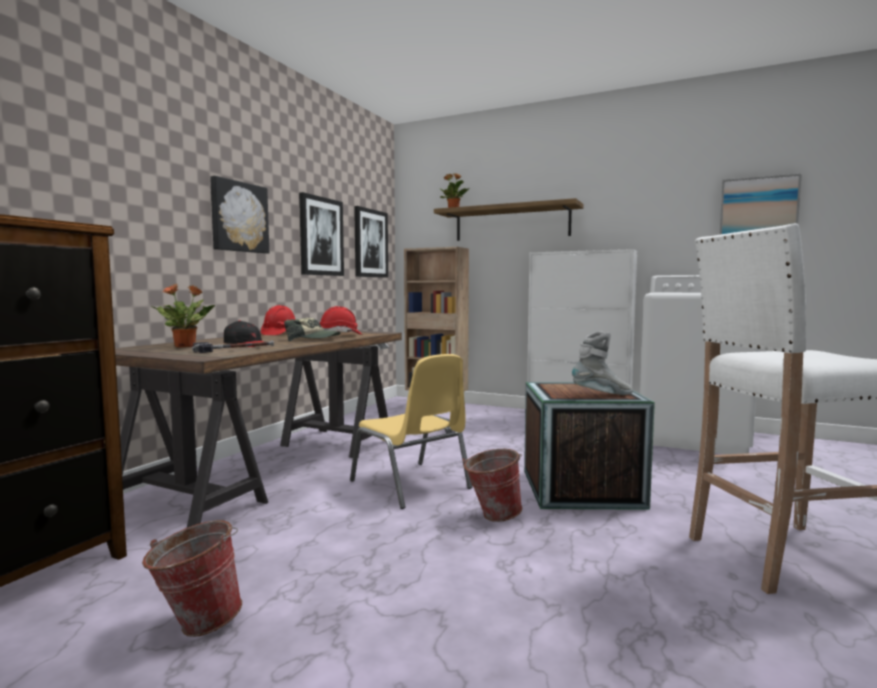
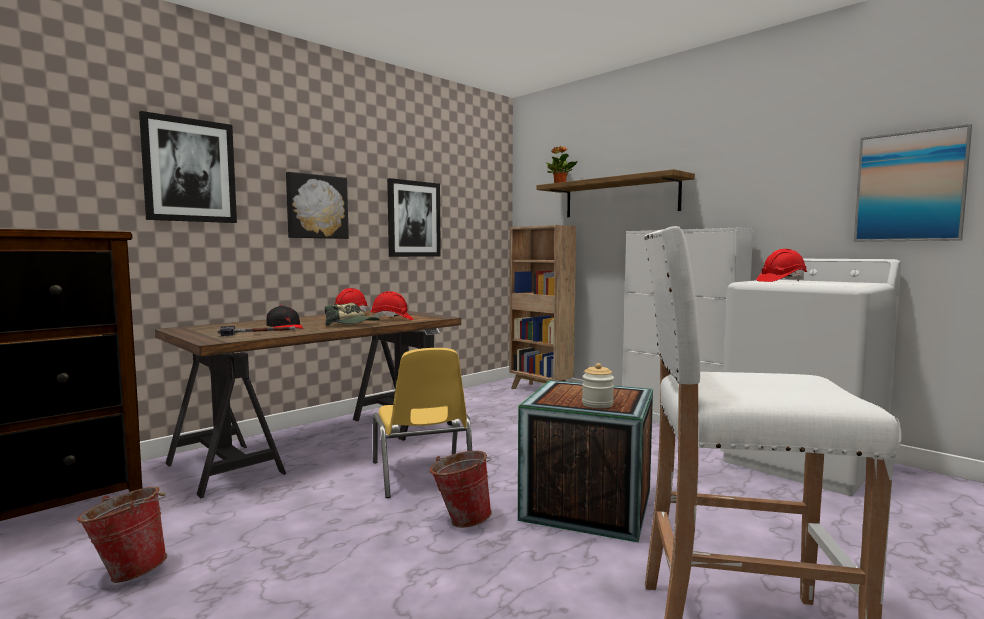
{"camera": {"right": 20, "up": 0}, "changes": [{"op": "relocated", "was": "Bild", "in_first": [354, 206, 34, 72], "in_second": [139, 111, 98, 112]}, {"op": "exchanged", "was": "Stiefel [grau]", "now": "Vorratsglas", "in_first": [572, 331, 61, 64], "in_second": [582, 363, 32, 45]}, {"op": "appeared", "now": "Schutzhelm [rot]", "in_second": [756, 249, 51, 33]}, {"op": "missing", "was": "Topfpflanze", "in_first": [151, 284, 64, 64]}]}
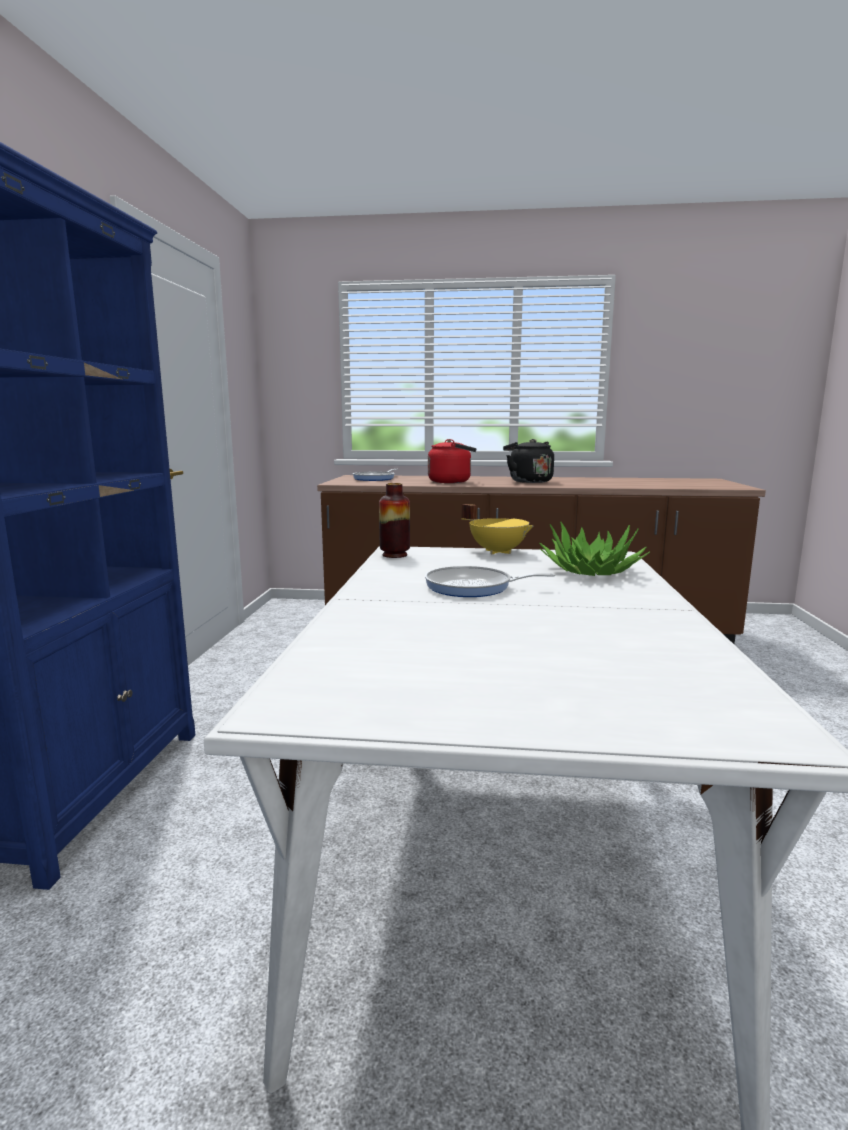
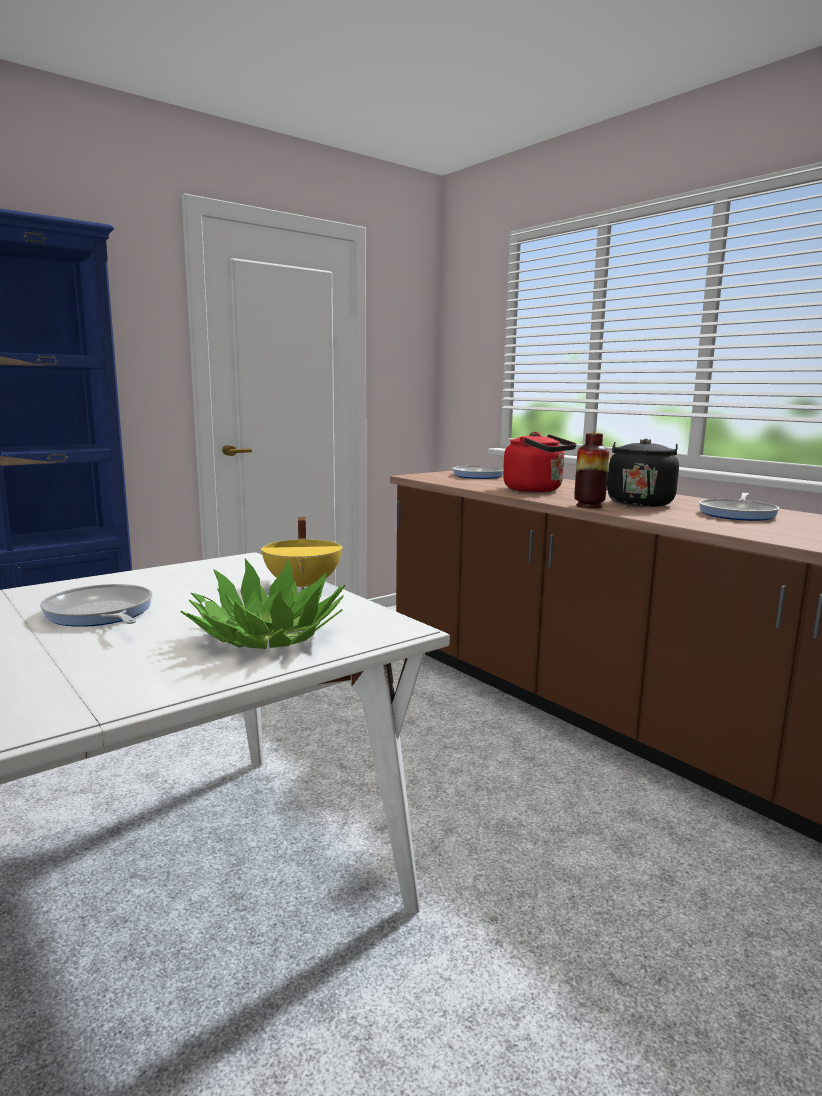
{"camera": {"right": 45, "up": 0}, "changes": [{"op": "relocated", "was": "Vase", "in_first": [379, 483, 31, 75], "in_second": [574, 433, 35, 75]}, {"op": "appeared", "now": "Pfanne", "in_second": [699, 493, 81, 28]}]}
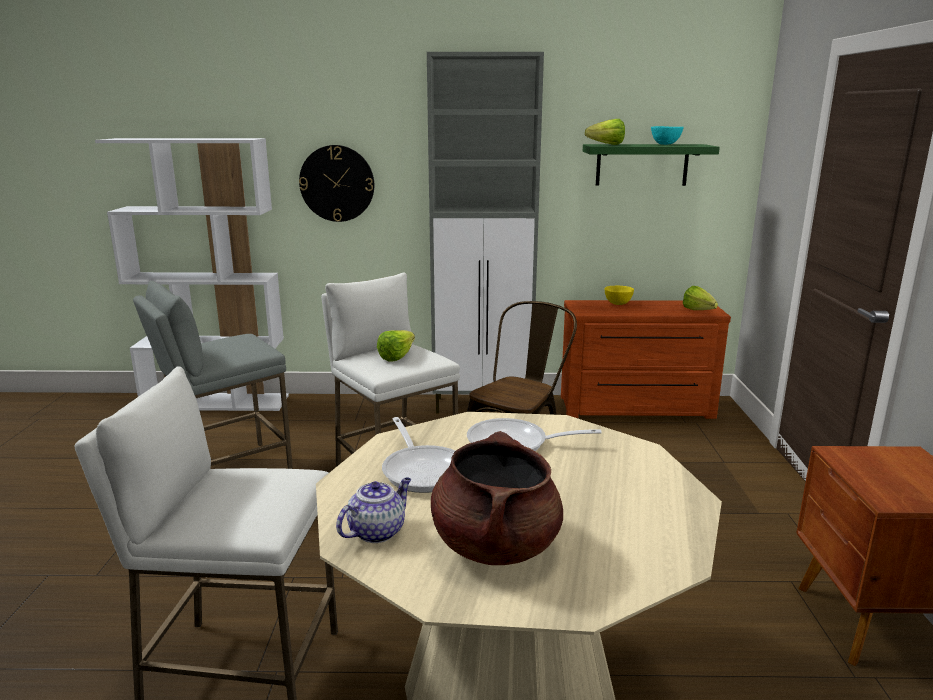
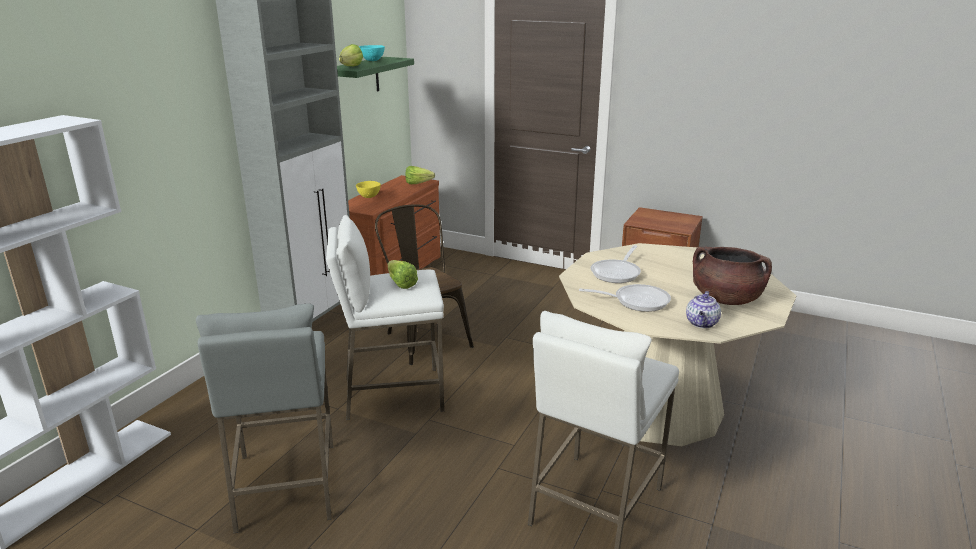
{"camera": {"right": -65, "up": 5}, "changes": [{"op": "spun", "was": "Teekanne", "in_first": [336, 477, 75, 66], "in_second": [686, 291, 35, 37], "clockwise": -135}, {"op": "missing", "was": "Wanduhr", "in_first": [299, 145, 75, 77]}]}
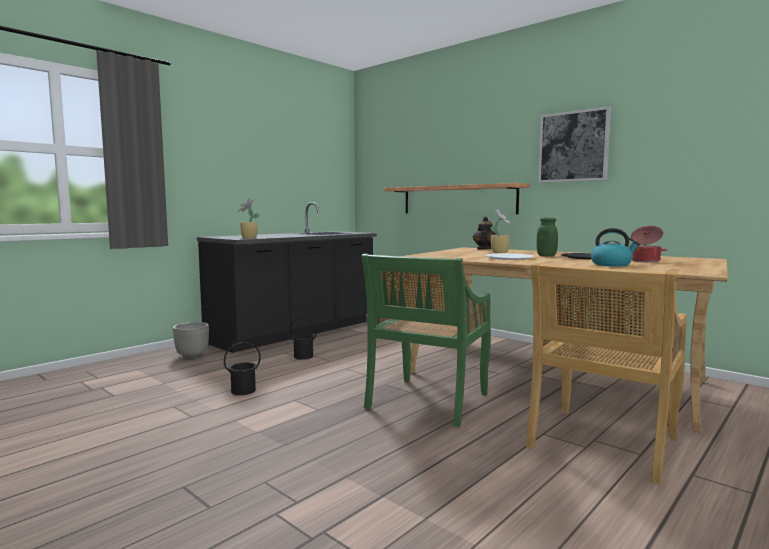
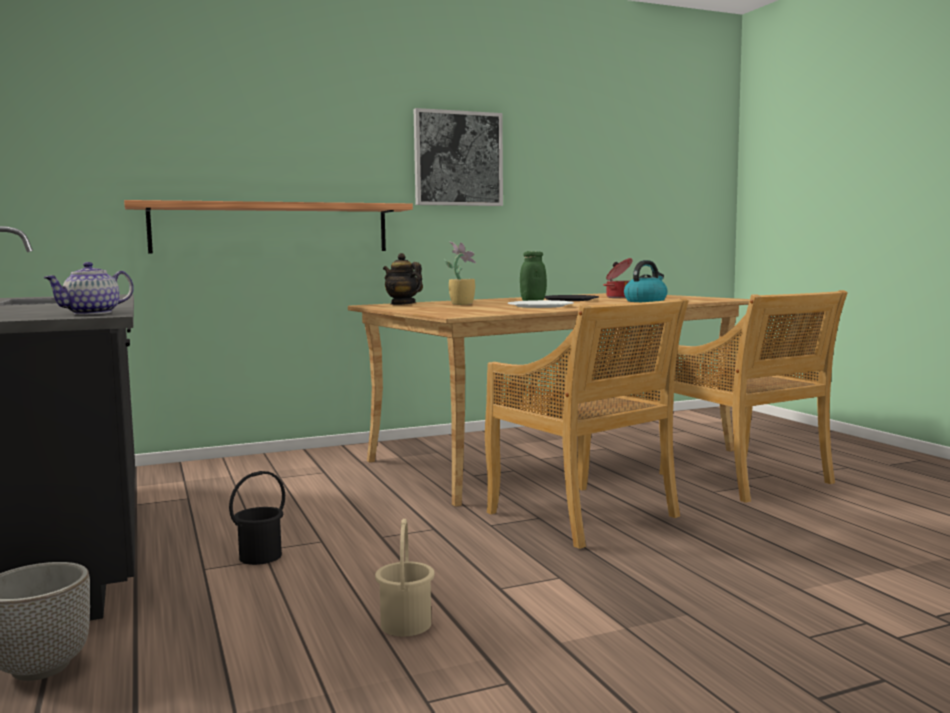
{"camera": {"right": -65, "up": 0}, "changes": [{"op": "exchanged", "was": "Topfpflanze", "now": "Teekanne", "in_first": [238, 198, 22, 40], "in_second": [43, 262, 91, 53]}, {"op": "colour", "was": "Eimer [schwarz]", "now": "Eimer [beige]", "in_first": [224, 342, 37, 53], "in_second": [375, 519, 60, 118]}, {"op": "colour", "was": "Stuhl [grün]", "now": "Stuhl [beige]", "in_first": [361, 254, 130, 173], "in_second": [485, 298, 204, 251]}]}
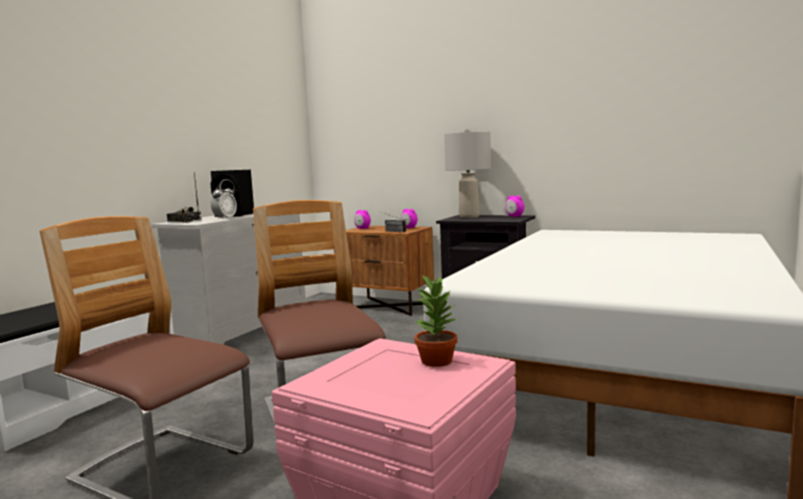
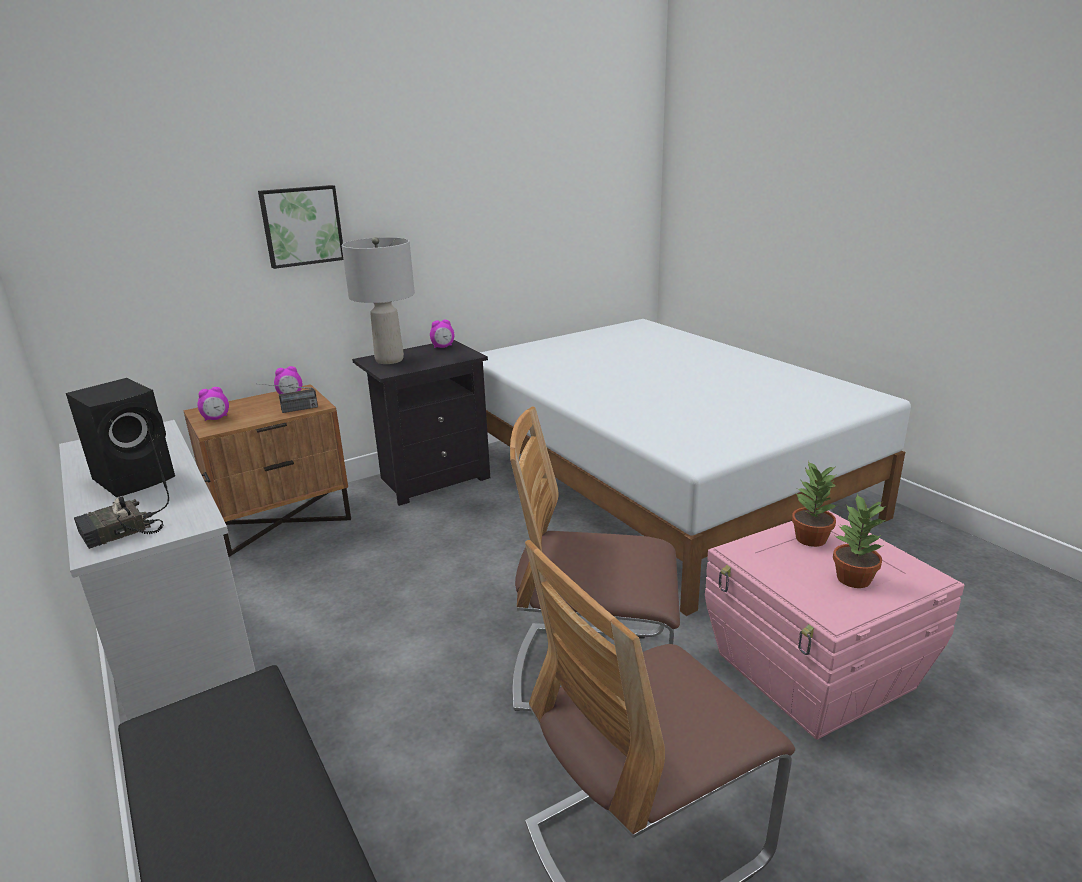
{"camera": {"right": -60, "up": 15}, "changes": [{"op": "appeared", "now": "Bild", "in_second": [258, 185, 85, 84]}, {"op": "appeared", "now": "Topfpflanze", "in_second": [833, 494, 53, 94]}, {"op": "missing", "was": "Wecker", "in_first": [211, 184, 26, 36]}]}
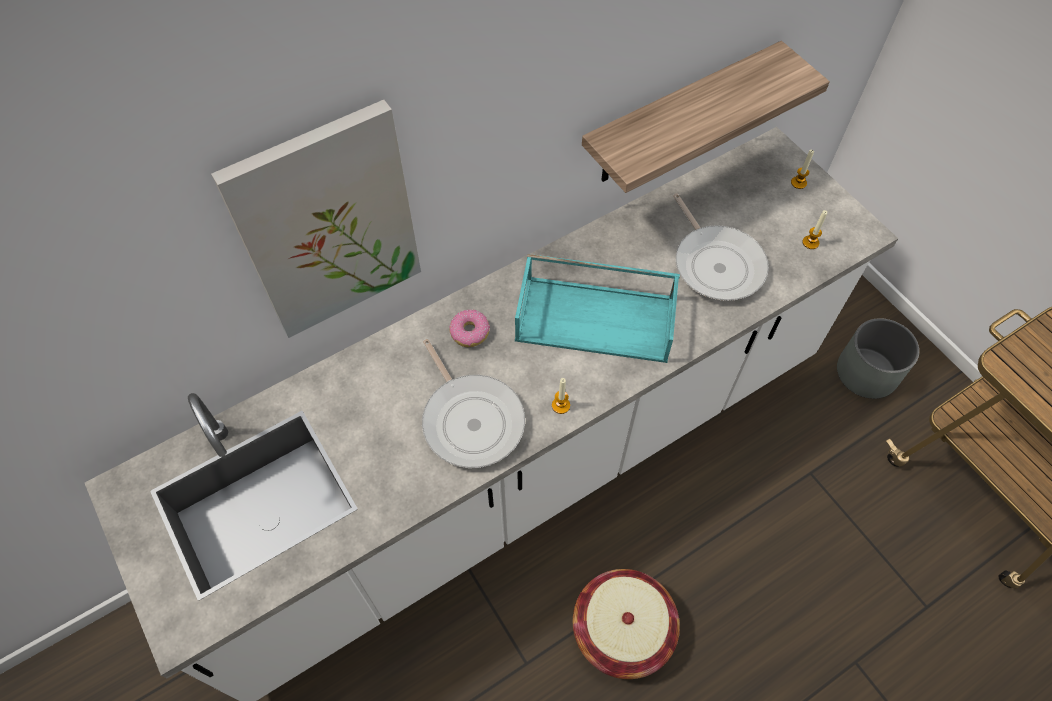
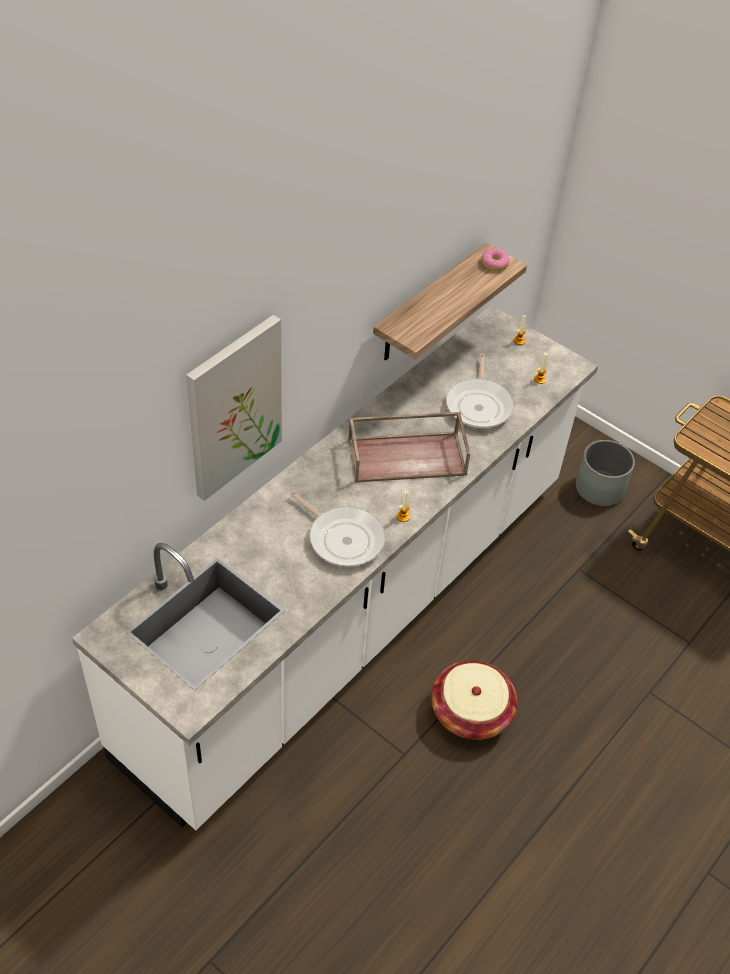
{"camera": {"right": -20, "up": -10}, "changes": [{"op": "colour", "was": "Tablett [türkis]", "now": "Tablett [braun]", "in_first": [515, 254, 165, 109], "in_second": [348, 412, 122, 70]}, {"op": "spun", "was": "Pfanne", "in_first": [673, 193, 96, 108], "in_second": [446, 354, 68, 74], "clockwise": 45}, {"op": "relocated", "was": "Donut", "in_first": [449, 310, 41, 37], "in_second": [482, 248, 28, 23]}]}
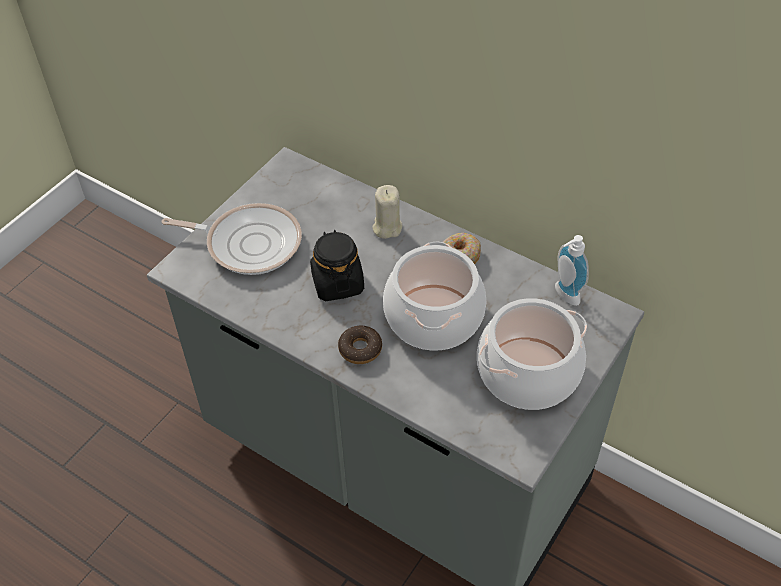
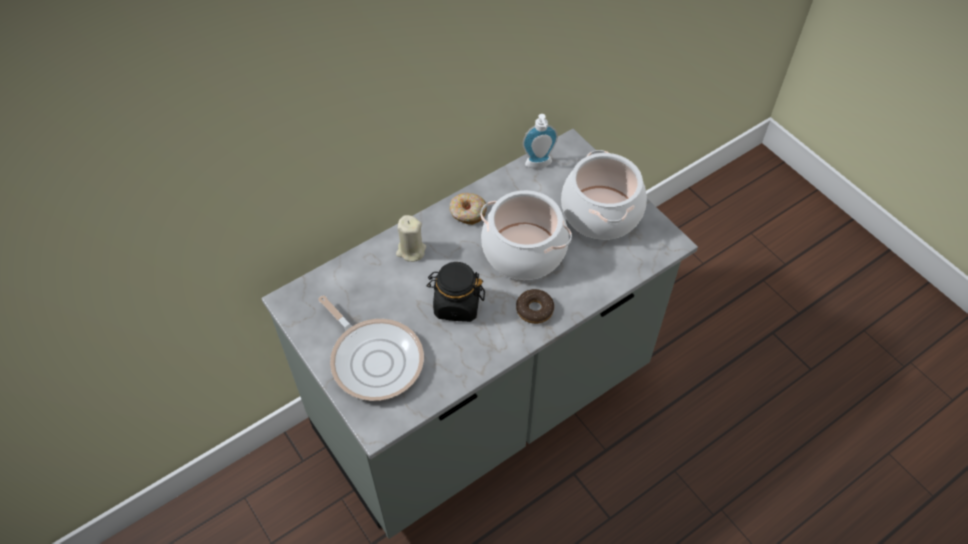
{"camera": {"right": -70, "up": 5}, "changes": [{"op": "spun", "was": "Pfanne", "in_first": [162, 203, 140, 72], "in_second": [318, 296, 106, 105], "clockwise": 105}]}
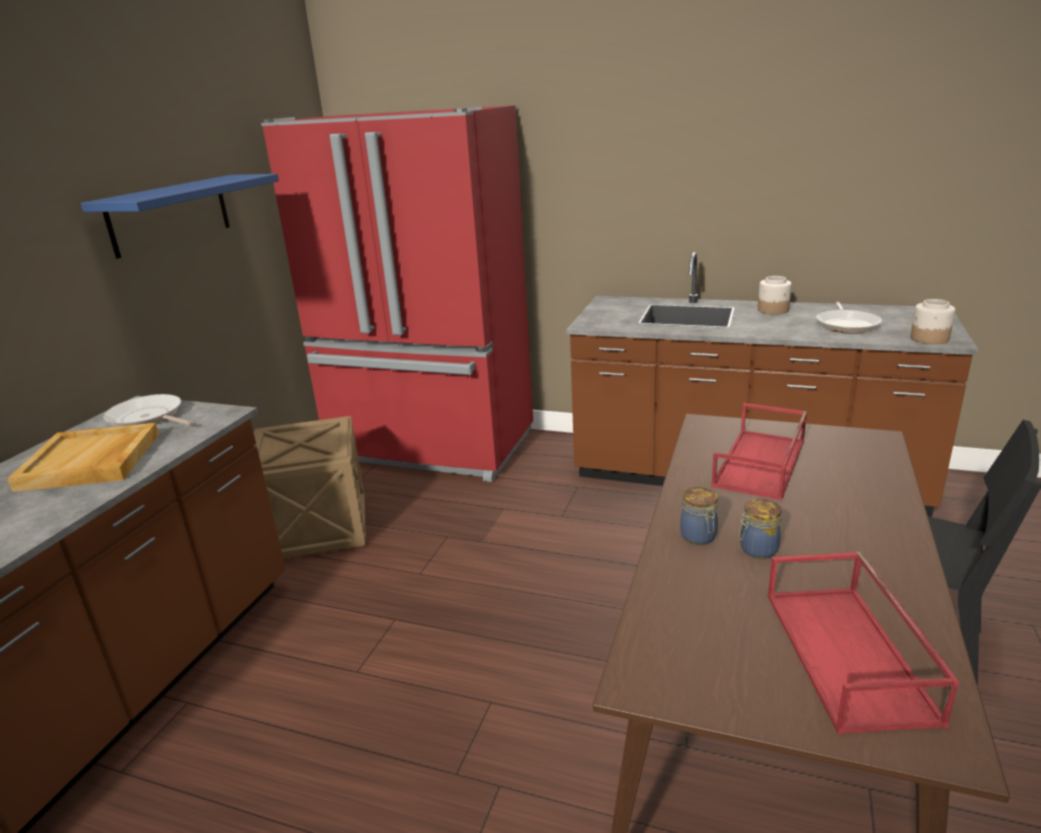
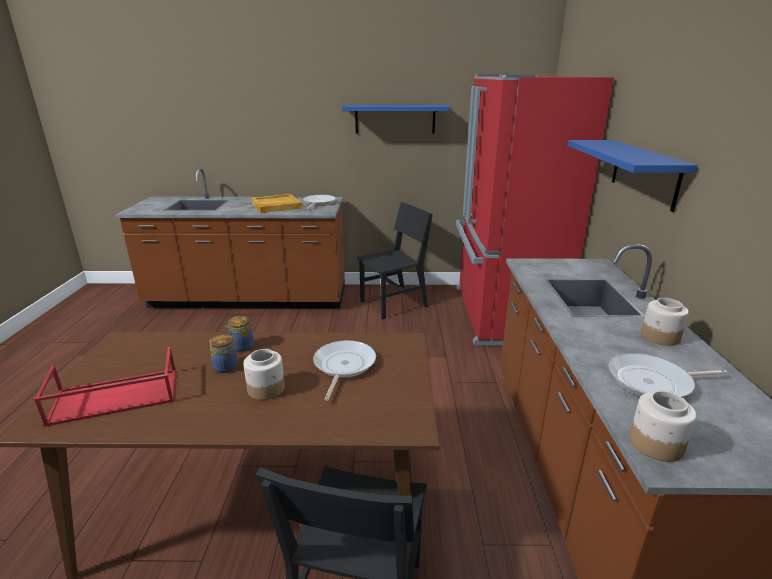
{"camera": {"right": 70, "up": 0}, "changes": [{"op": "appeared", "now": "Vorratsglas", "in_second": [243, 349, 42, 51]}, {"op": "exchanged", "was": "Tablett [rot]", "now": "Pfanne", "in_first": [711, 403, 96, 98], "in_second": [313, 340, 63, 61]}, {"op": "exchanged", "was": "Kiste", "now": "Stuhl [schwarz]", "in_first": [253, 416, 113, 143], "in_second": [357, 202, 75, 117]}, {"op": "appeared", "now": "Wandregal [blau]", "in_second": [567, 140, 131, 72]}]}
